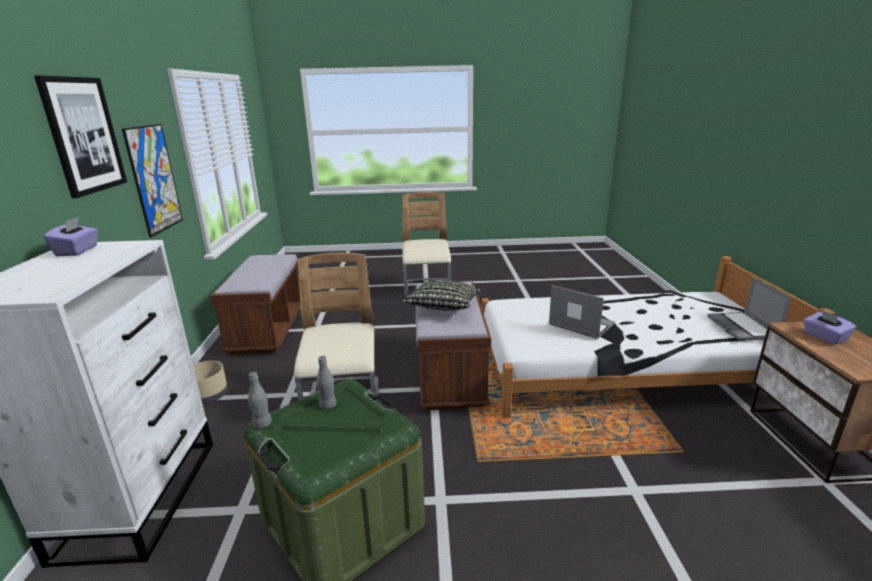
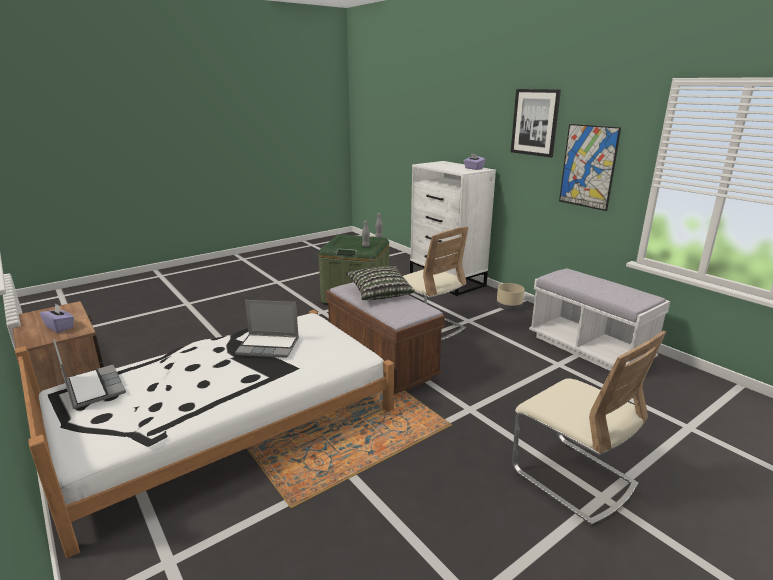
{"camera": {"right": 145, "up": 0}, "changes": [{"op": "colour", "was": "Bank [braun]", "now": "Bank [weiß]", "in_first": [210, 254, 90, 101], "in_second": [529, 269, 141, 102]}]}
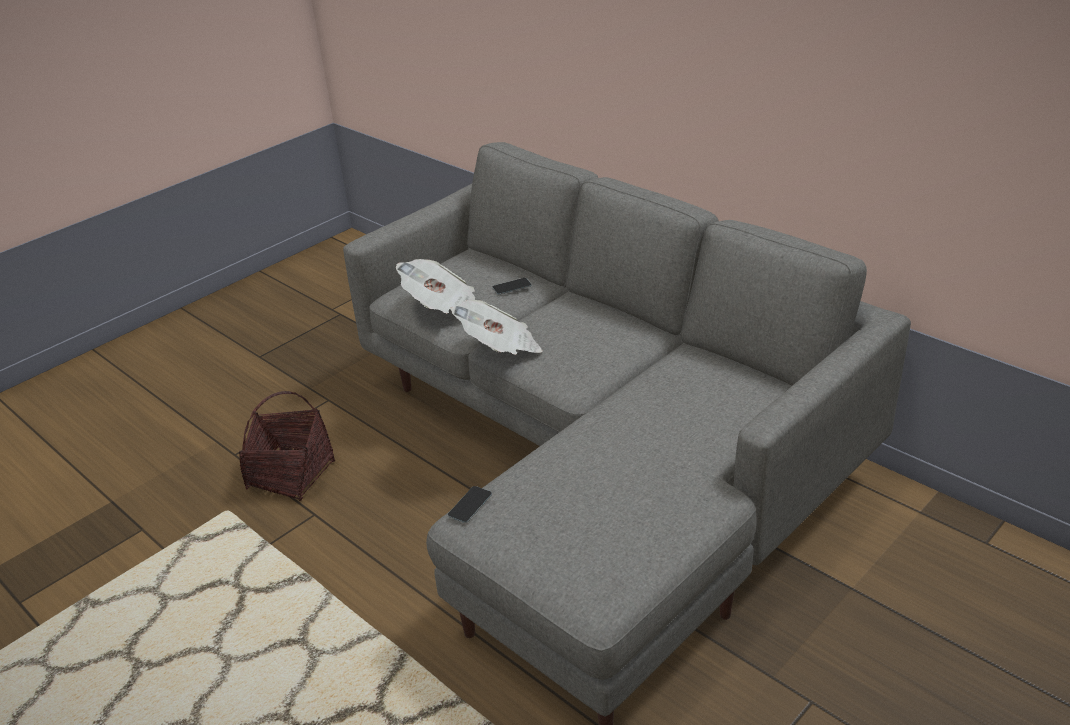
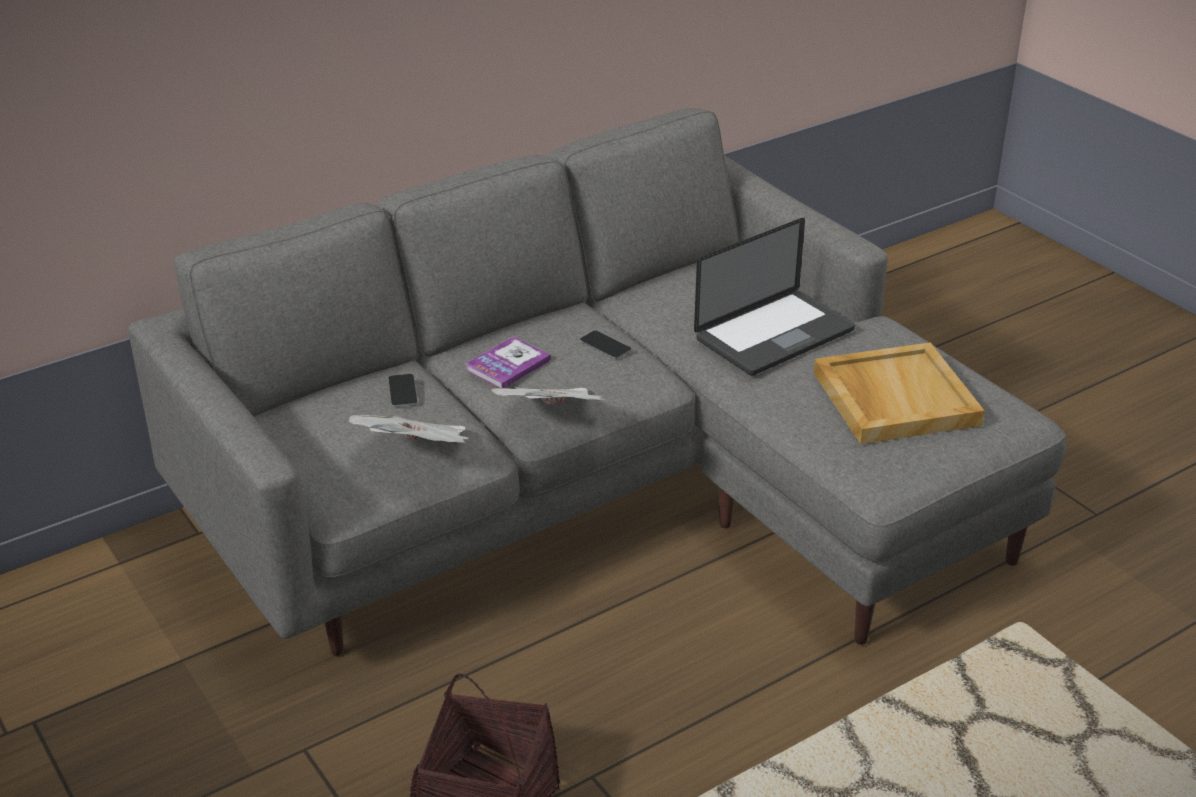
{"camera": {"right": -80, "up": 0}, "changes": [{"op": "appeared", "now": "Buch", "in_second": [465, 336, 86, 52]}, {"op": "relocated", "was": "Handy", "in_first": [448, 486, 44, 37], "in_second": [580, 331, 51, 28]}, {"op": "appeared", "now": "Laptop", "in_second": [694, 218, 161, 157]}, {"op": "appeared", "now": "Tablett [beige]", "in_second": [814, 342, 171, 102]}]}
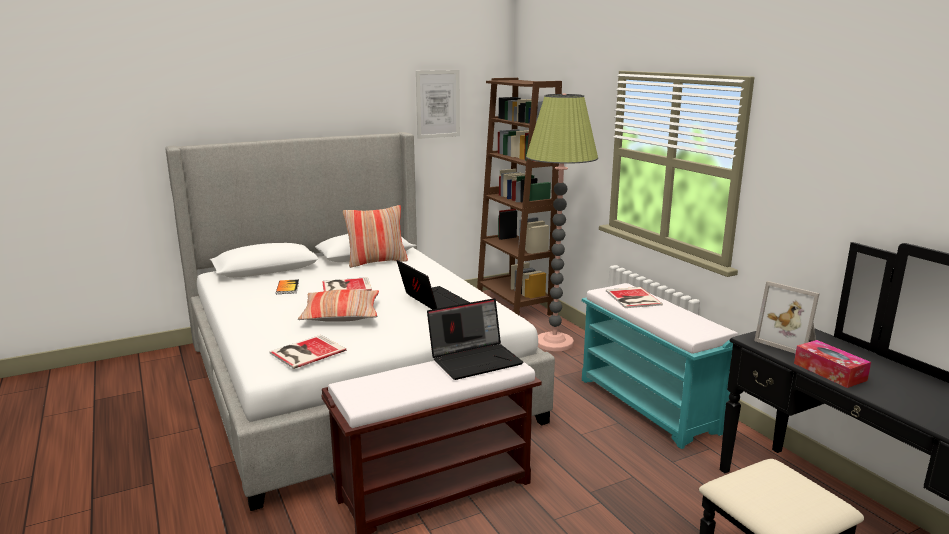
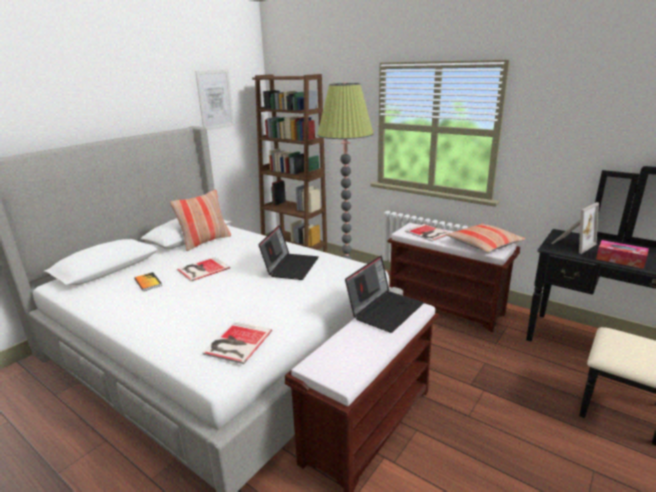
{"camera": {"right": -25, "up": 5}, "changes": [{"op": "spun", "was": "Laptop", "in_first": [397, 260, 73, 49], "in_second": [258, 225, 61, 55], "clockwise": 75}, {"op": "colour", "was": "Bank [türkis]", "now": "Bank [braun]", "in_first": [582, 283, 156, 166], "in_second": [388, 223, 132, 109]}, {"op": "relocated", "was": "Kissen", "in_first": [298, 289, 81, 33], "in_second": [446, 223, 80, 29]}, {"op": "spun", "was": "Bilderrahmen", "in_first": [754, 281, 66, 73], "in_second": [551, 202, 48, 52], "clockwise": -60}]}
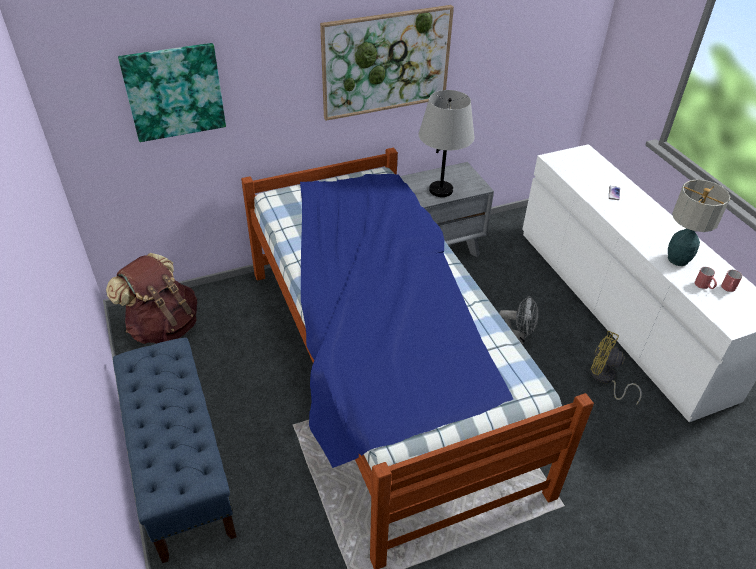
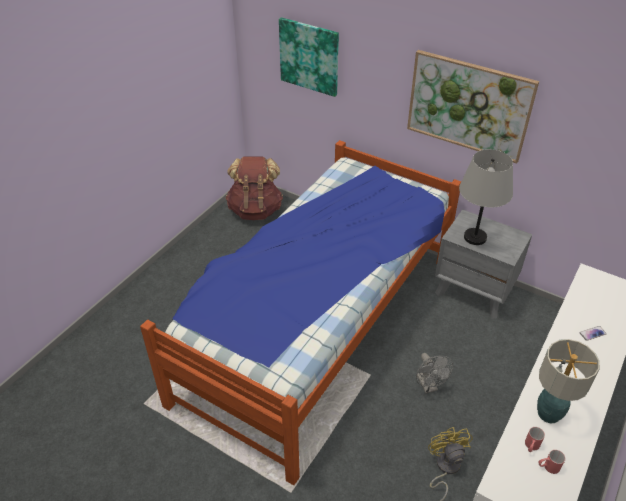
{"camera": {"right": 55, "up": 0}, "changes": [{"op": "missing", "was": "Bank [blau]", "in_first": [113, 337, 124, 226]}]}
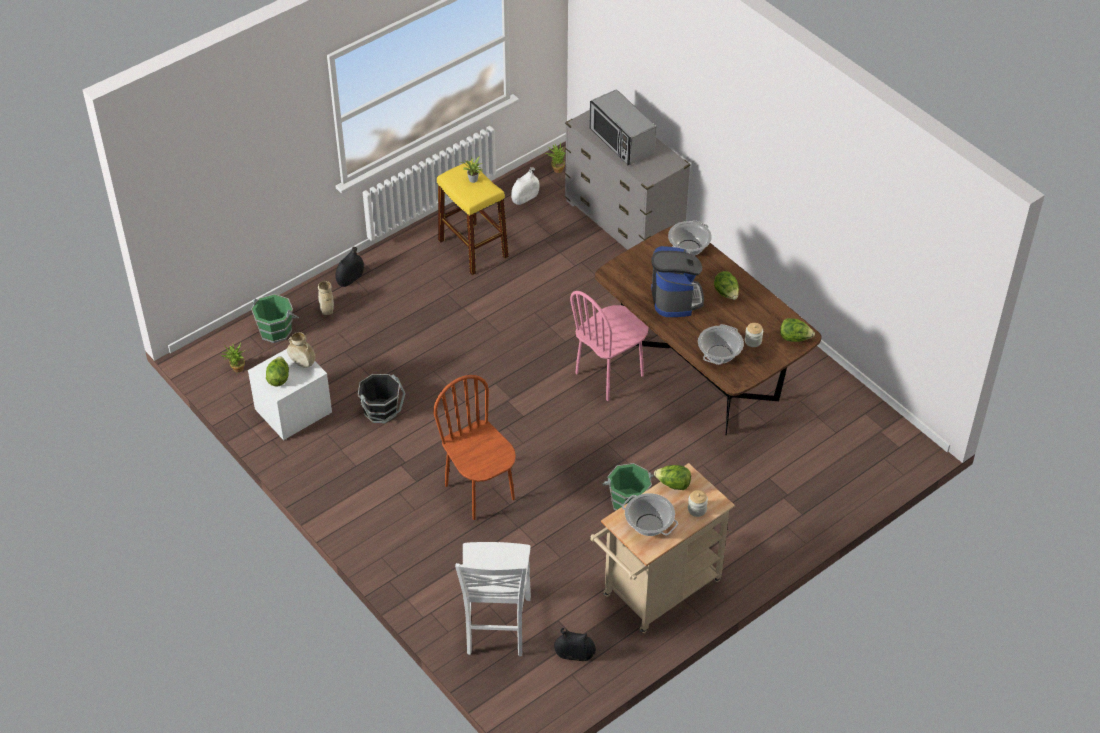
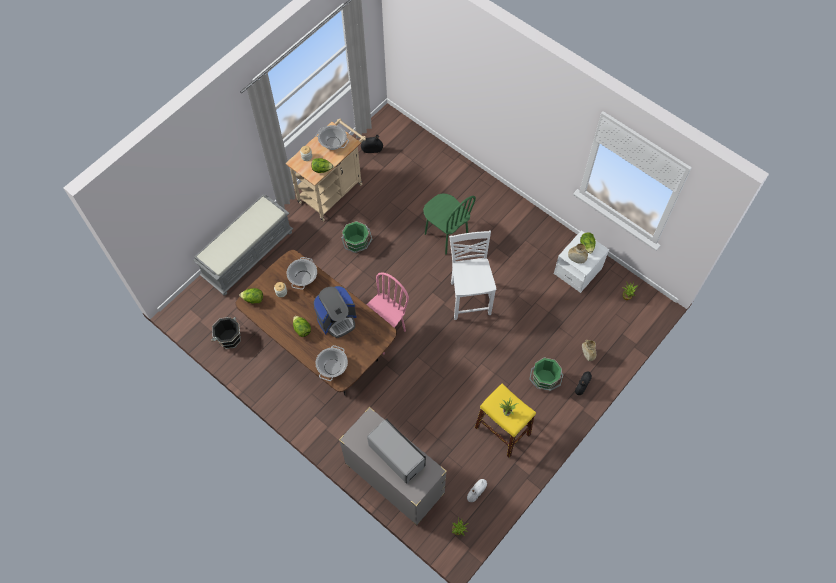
{"camera": {"right": 170, "up": 15}, "changes": [{"op": "appeared", "now": "Bank [grau]", "in_second": [193, 194, 100, 102]}, {"op": "relocated", "was": "Eimer [schwarz]", "in_first": [358, 374, 48, 49], "in_second": [211, 317, 30, 32]}, {"op": "spun", "was": "Kaffeemaschine", "in_first": [651, 246, 53, 71], "in_second": [314, 286, 43, 52], "clockwise": -105}, {"op": "colour", "was": "Stuhl [braun]", "now": "Stuhl [grün]", "in_first": [434, 375, 82, 145], "in_second": [423, 193, 53, 61]}, {"op": "relocated", "was": "Stuhl [weiß]", "in_first": [455, 542, 76, 114], "in_second": [449, 230, 47, 90]}, {"op": "relocated", "was": "Eimer [grün]", "in_first": [251, 294, 48, 49], "in_second": [529, 357, 34, 34]}]}
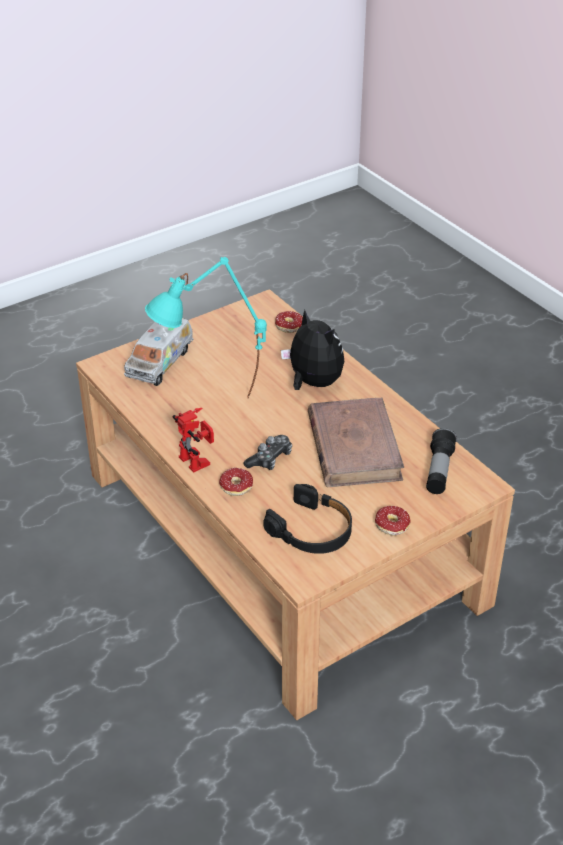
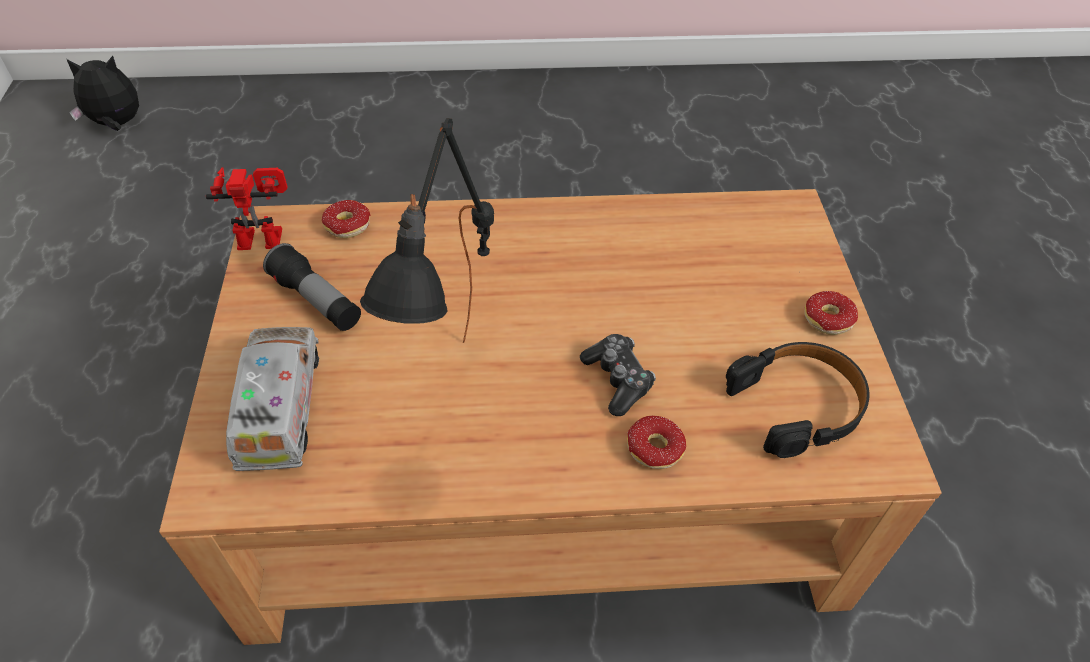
{"camera": {"right": -60, "up": 10}, "changes": [{"op": "relocated", "was": "Plüschtier", "in_first": [281, 310, 63, 80], "in_second": [67, 56, 72, 75]}, {"op": "relocated", "was": "Spielzeugroboter", "in_first": [173, 408, 41, 64], "in_second": [206, 167, 82, 83]}, {"op": "spun", "was": "Spielzeuglaster", "in_first": [124, 318, 69, 68], "in_second": [226, 327, 93, 144], "clockwise": -150}, {"op": "relocated", "was": "Taschenlampe", "in_first": [426, 428, 31, 66], "in_second": [263, 243, 98, 88]}, {"op": "colour", "was": "Tischlampe [türkis]", "now": "Tischlampe [schwarz]", "in_first": [145, 257, 122, 141], "in_second": [360, 118, 134, 225]}, {"op": "missing", "was": "Buch [braun]", "in_first": [308, 398, 96, 89]}]}
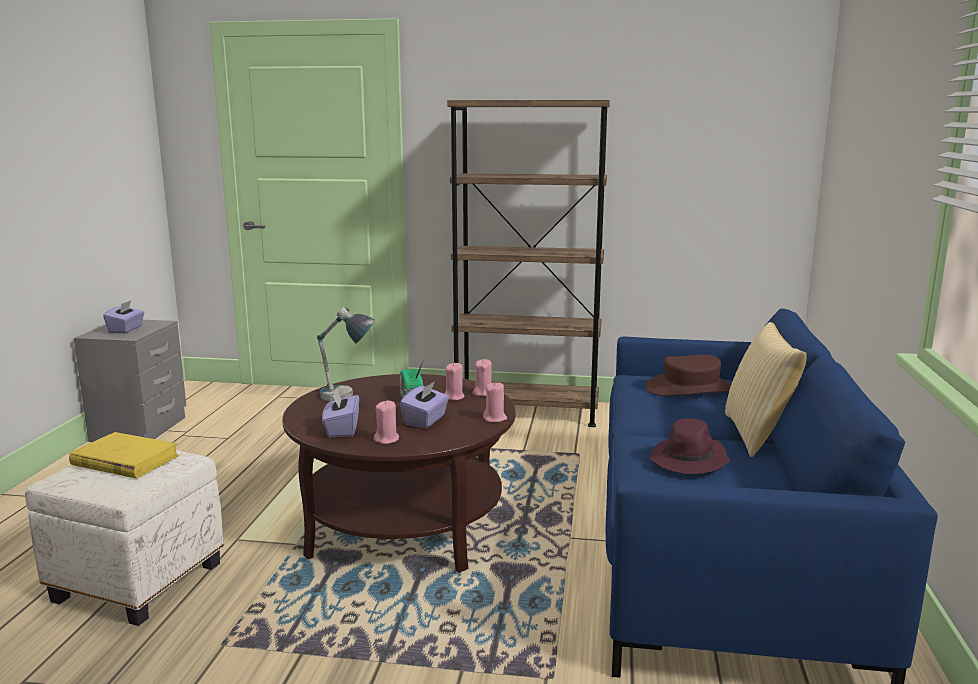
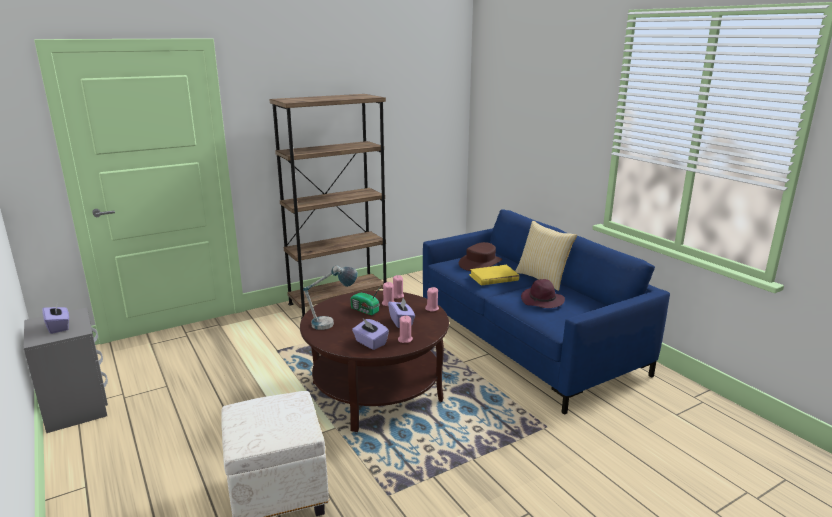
{"camera": {"right": -40, "up": 5}, "changes": [{"op": "relocated", "was": "Buch [gelb]", "in_first": [69, 432, 111, 47], "in_second": [469, 265, 50, 21]}]}
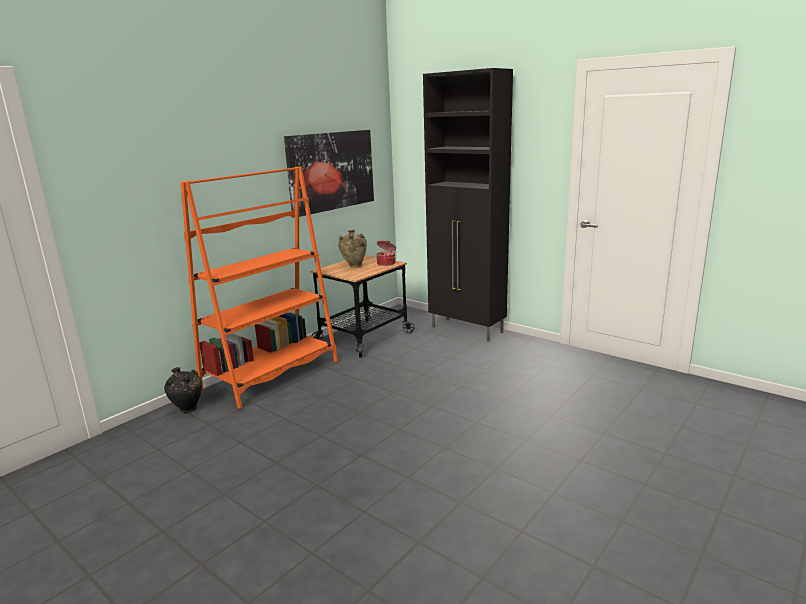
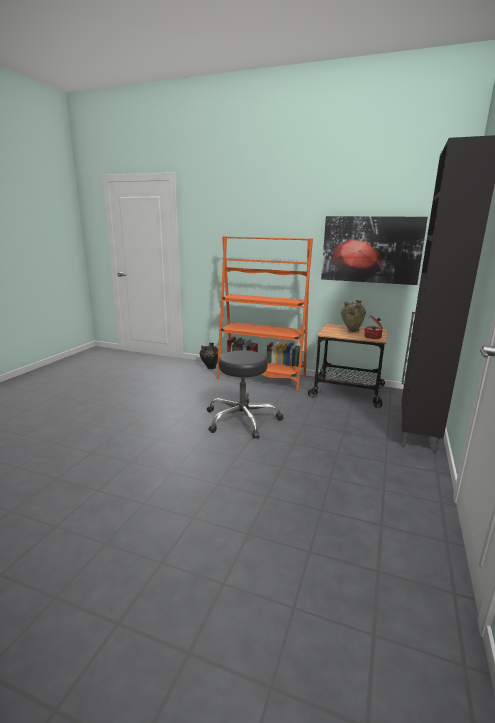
{"camera": {"right": 70, "up": 0}, "changes": [{"op": "appeared", "now": "Hocker [schwarz]", "in_second": [207, 350, 76, 89]}]}
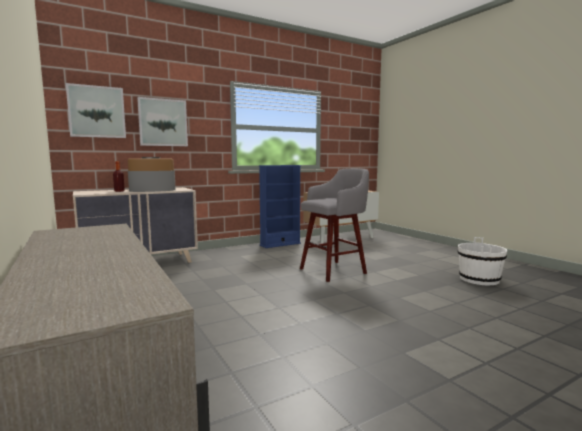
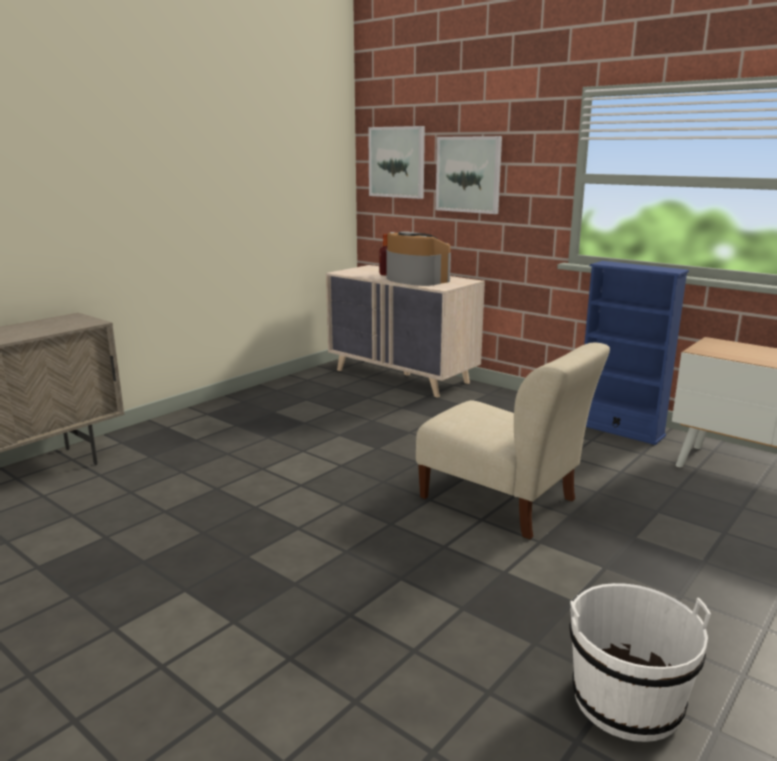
{"camera": {"right": 70, "up": 10}, "changes": [{"op": "exchanged", "was": "Hocker [grau]", "now": "Stuhl [beige]", "in_first": [300, 168, 69, 114], "in_second": [416, 343, 194, 196]}]}
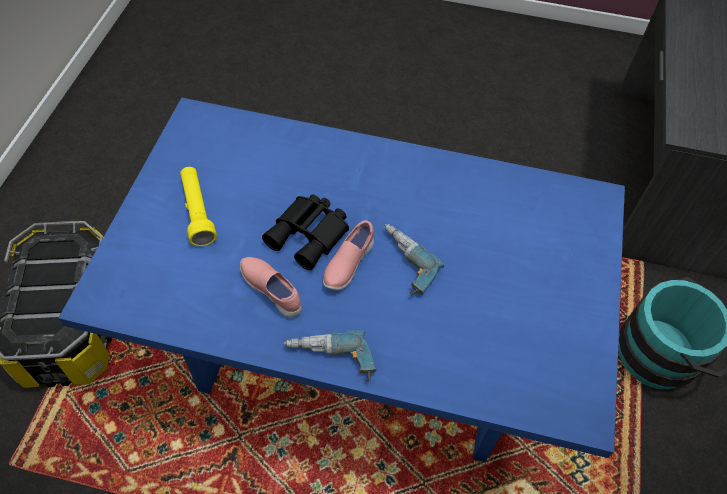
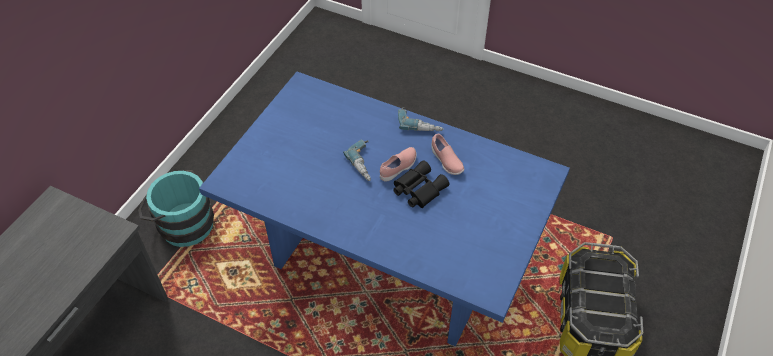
{"camera": {"right": -165, "up": -5}, "changes": [{"op": "missing", "was": "Taschenlampe [gelb]", "in_first": [180, 167, 37, 79]}]}
